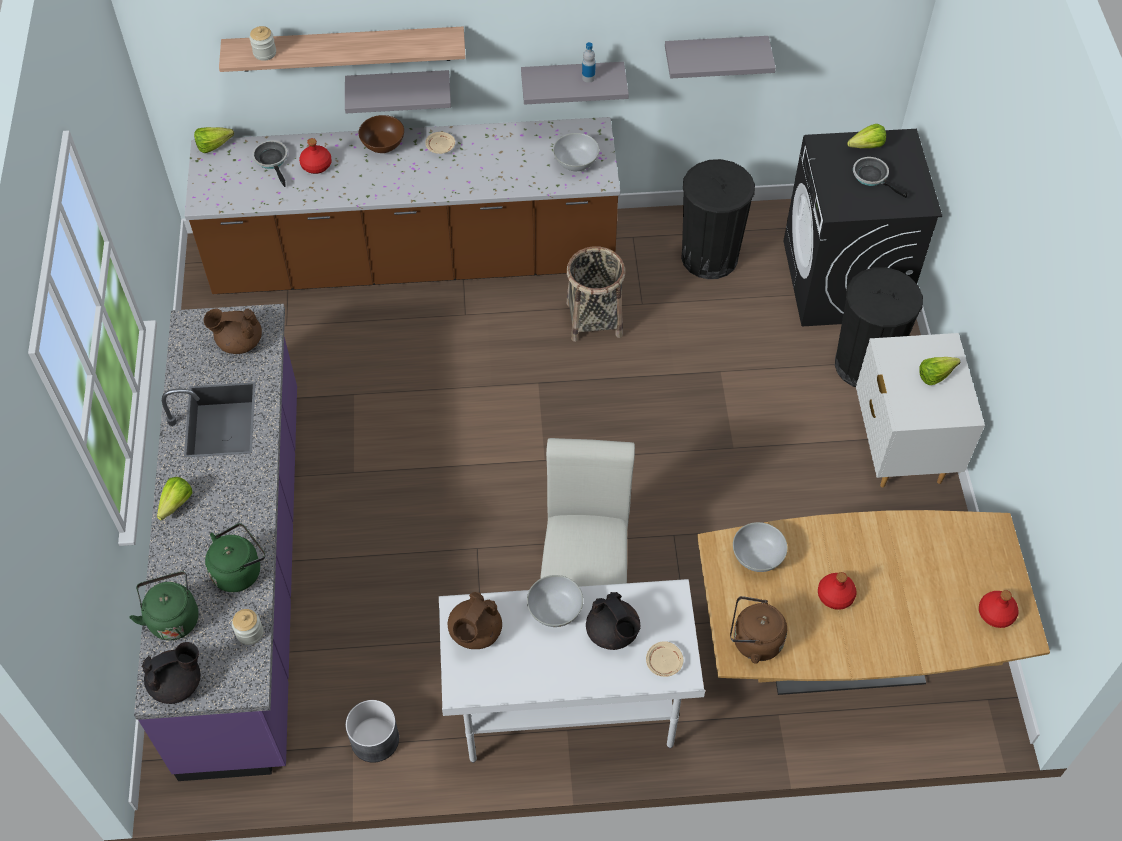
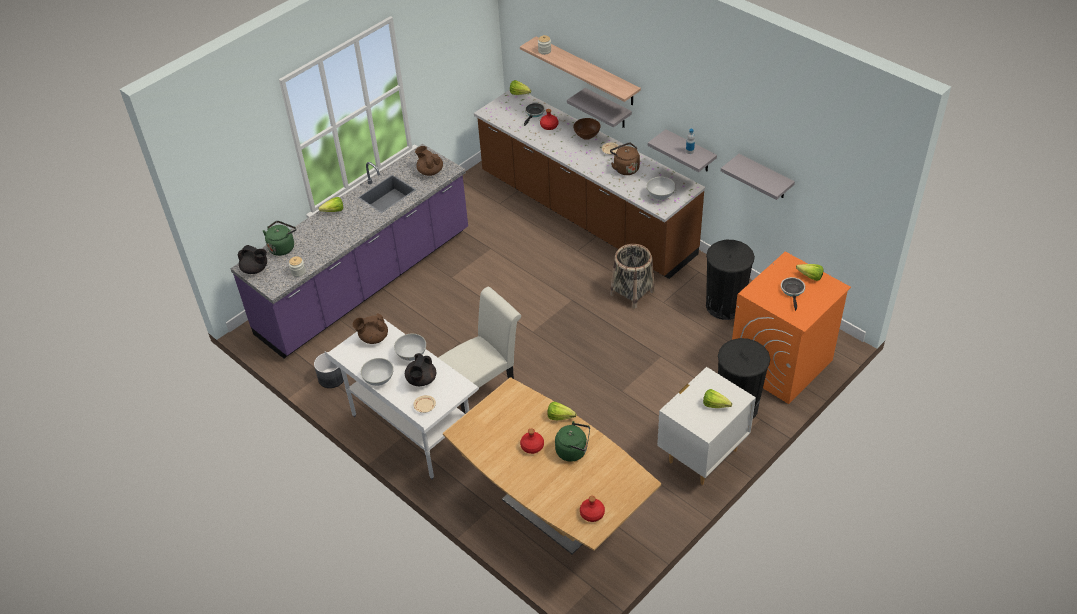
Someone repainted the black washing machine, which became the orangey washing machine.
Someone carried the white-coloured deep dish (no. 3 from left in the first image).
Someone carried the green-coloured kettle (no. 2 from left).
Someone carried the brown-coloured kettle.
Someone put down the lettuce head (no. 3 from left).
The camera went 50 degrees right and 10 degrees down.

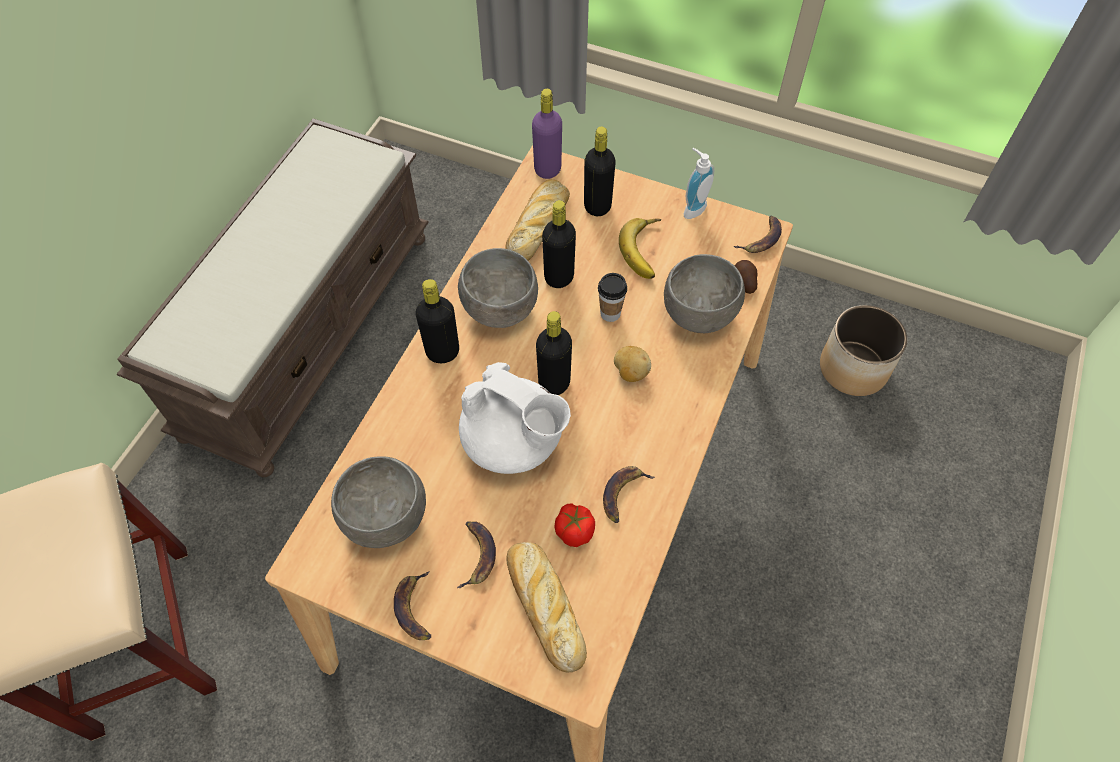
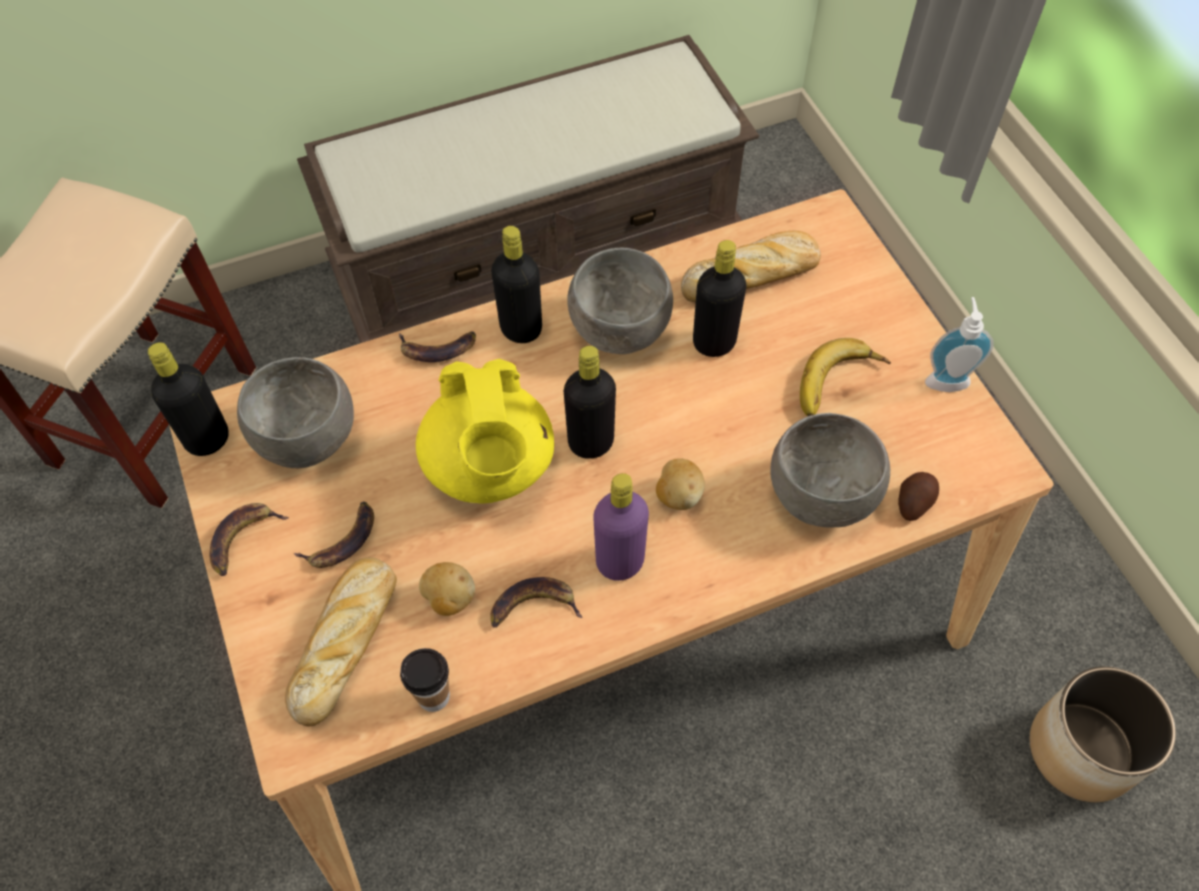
Someone carried the purple beverage bottle.
Someone carried the black beverage bottle (no. 4 from left in the first image).
Someone carried the whole banana (no. 5 from left in the first image).
Someone carried the drinking cup.
Someone repainted the white-coloured tea pot, which became the yellow-coloured tea pot.
Someone swapped the whole tomato for the potato (no. 1 from left).
The camera went 45 degrees right and 0 degrees up.

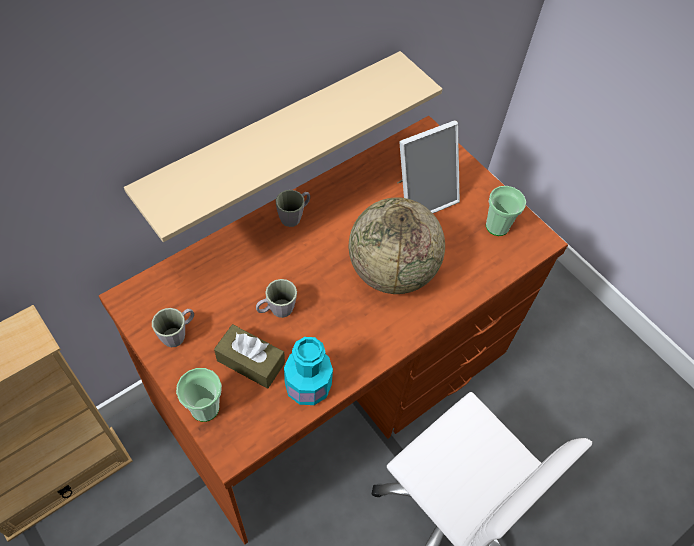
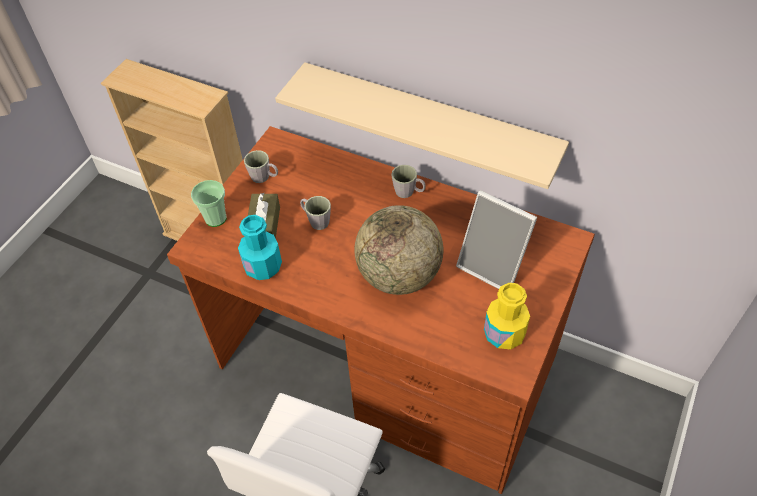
Someone swapped the drinking cup (no. 2 from left) for the yellow-coloured beverage bottle.
The camera went 70 degrees right and 5 degrees down.

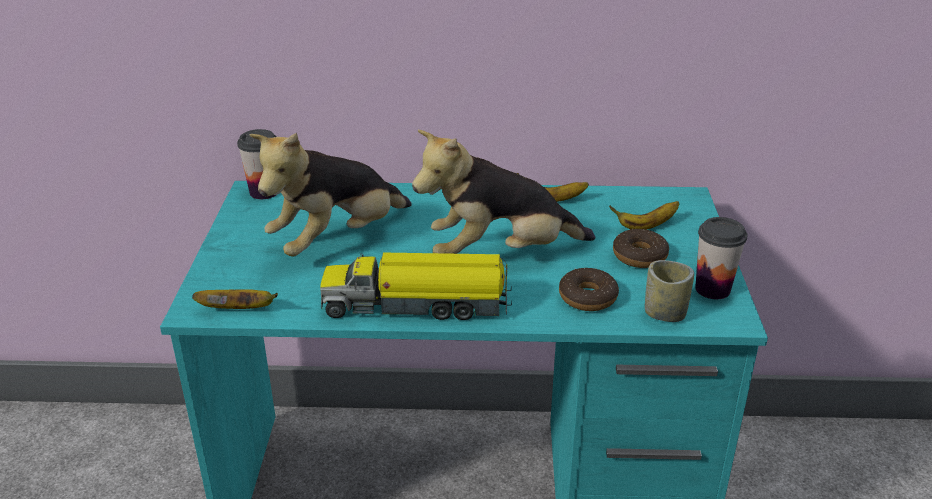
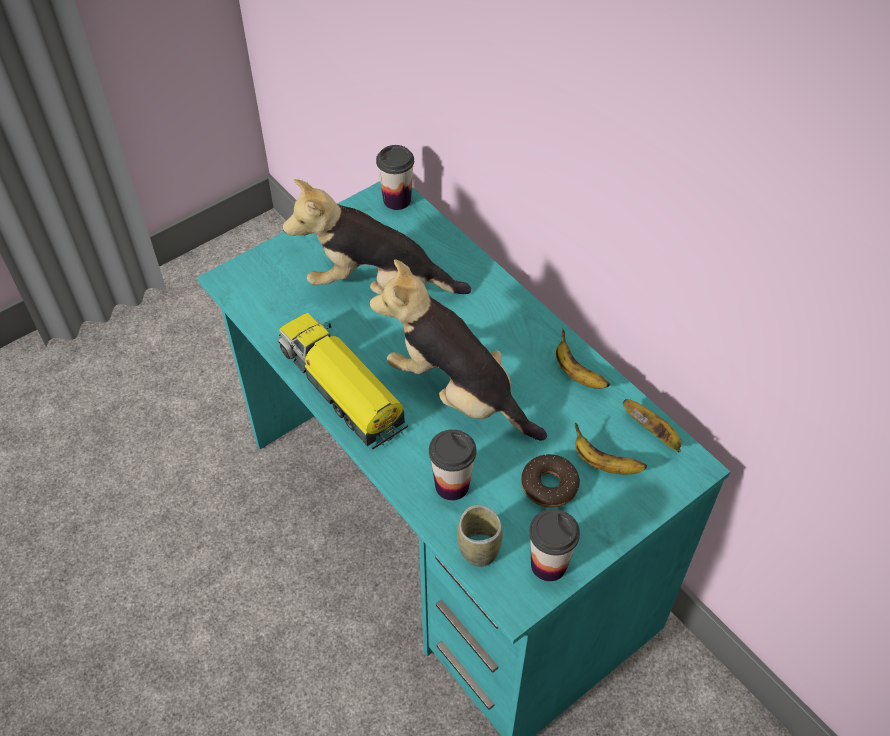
Someone swapped the doughnut (no. 1 from left) for the drinking cup (no. 2 from left).
Someone carried the whole banana (no. 1 from left in the first image).
The camera went 50 degrees right and 20 degrees up.

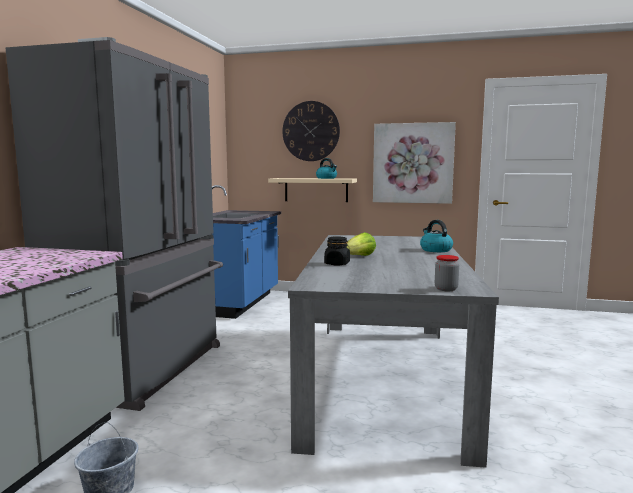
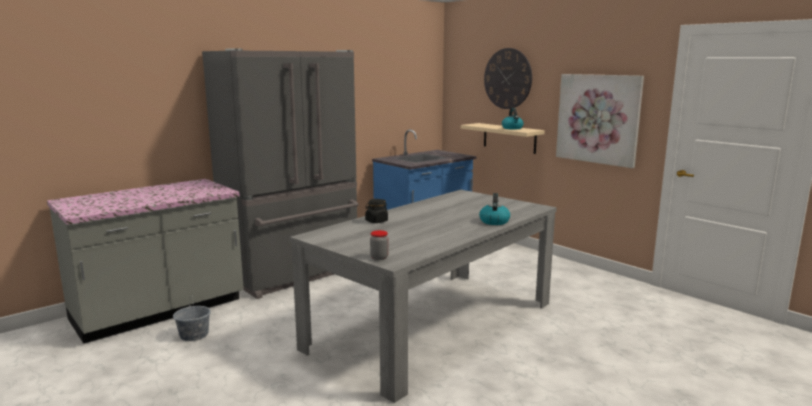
Someone took away the lettuce head.
The camera went 35 degrees right and 5 degrees up.

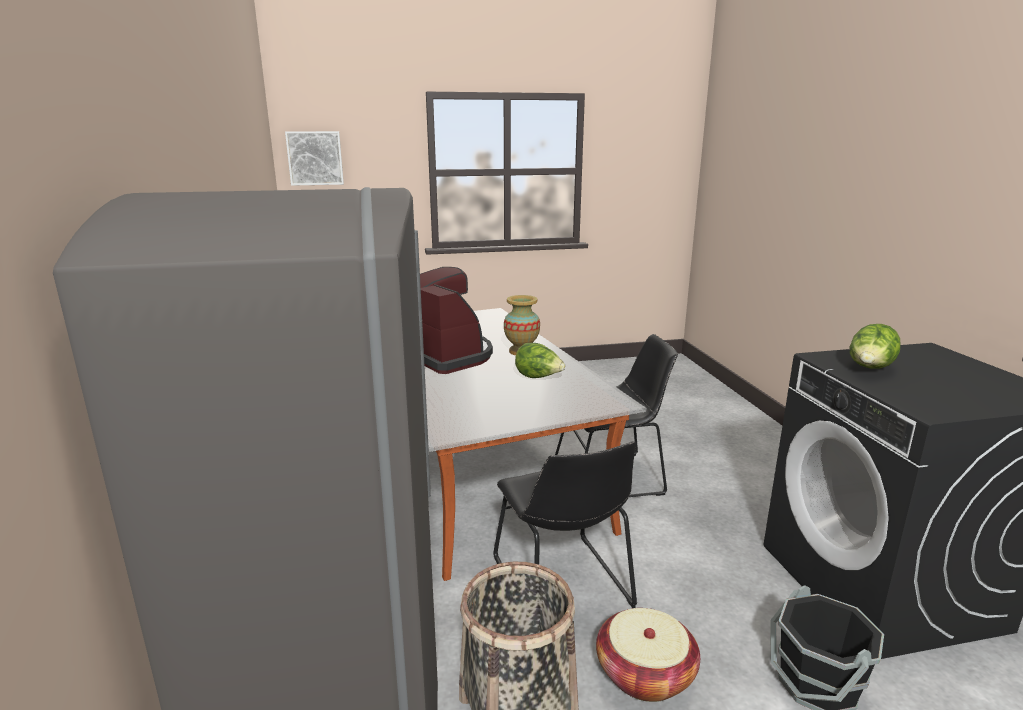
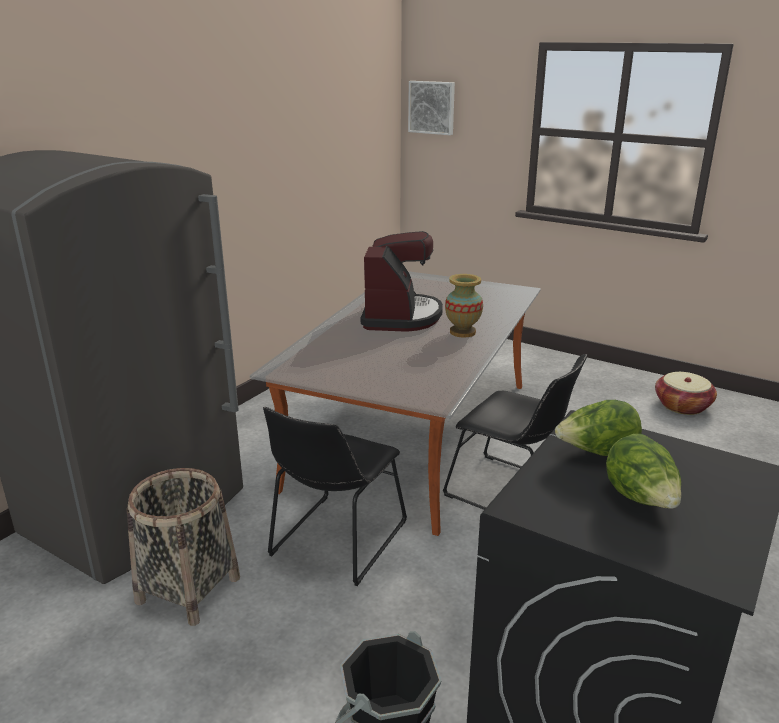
Someone carried the lettuce head (no. 1 from left in the first image).
Someone carried the storage basket (no. 2 from left).
The camera went 45 degrees right and 5 degrees up.

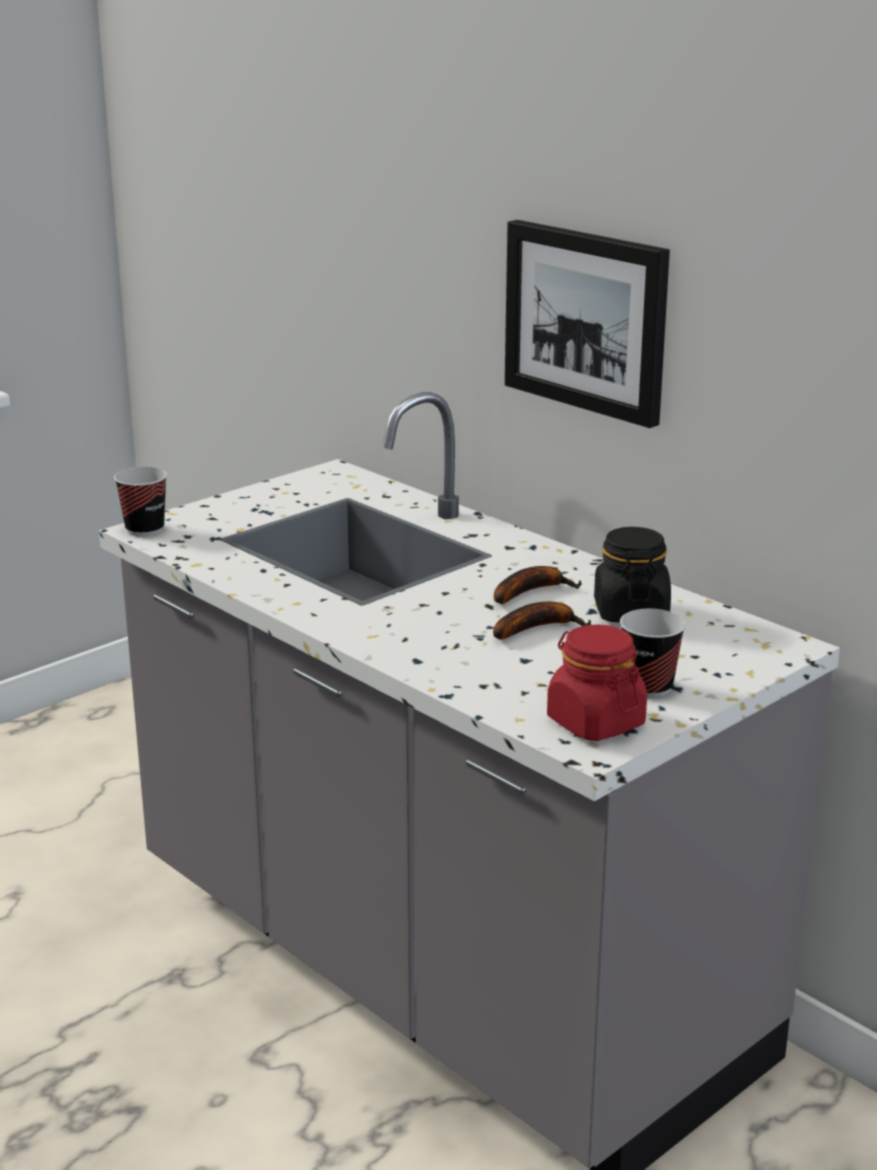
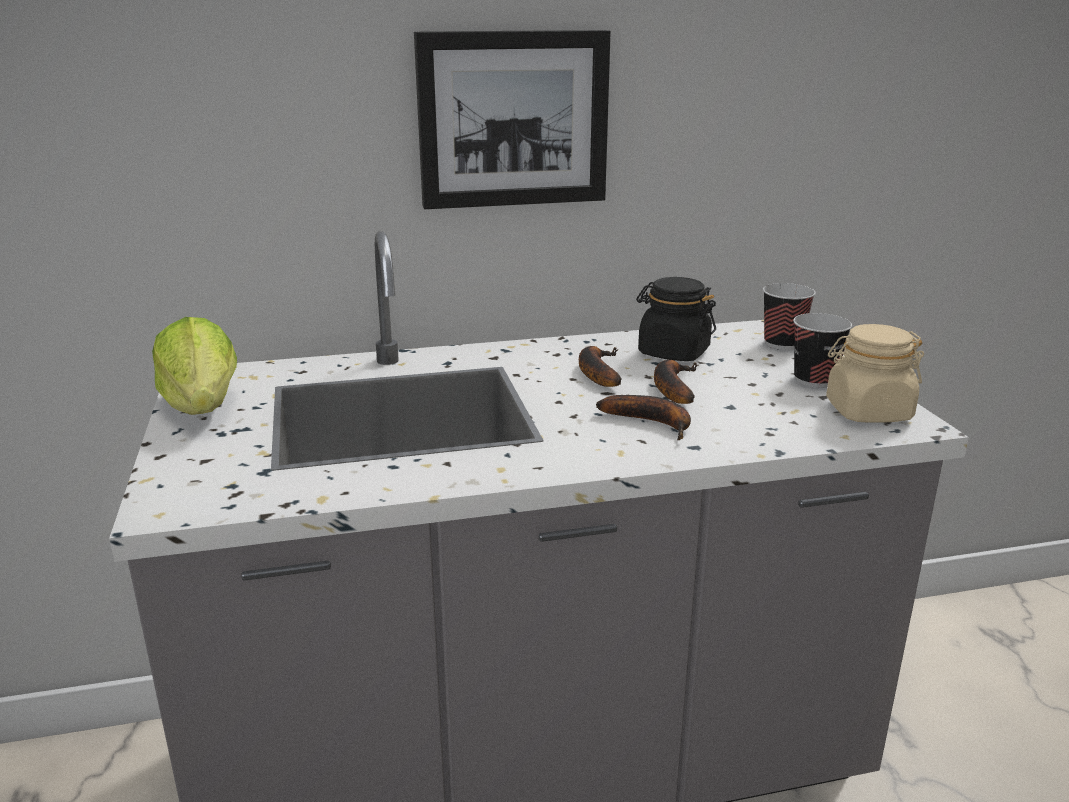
Someone carried the drinking cup (no. 1 from left).
Someone repainted the reddish jar, which became the sand-coloured jar.
Someone put down the lettuce head.
Someone put down the whole banana (no. 2 from left).
The camera went 60 degrees left and 0 degrees up.

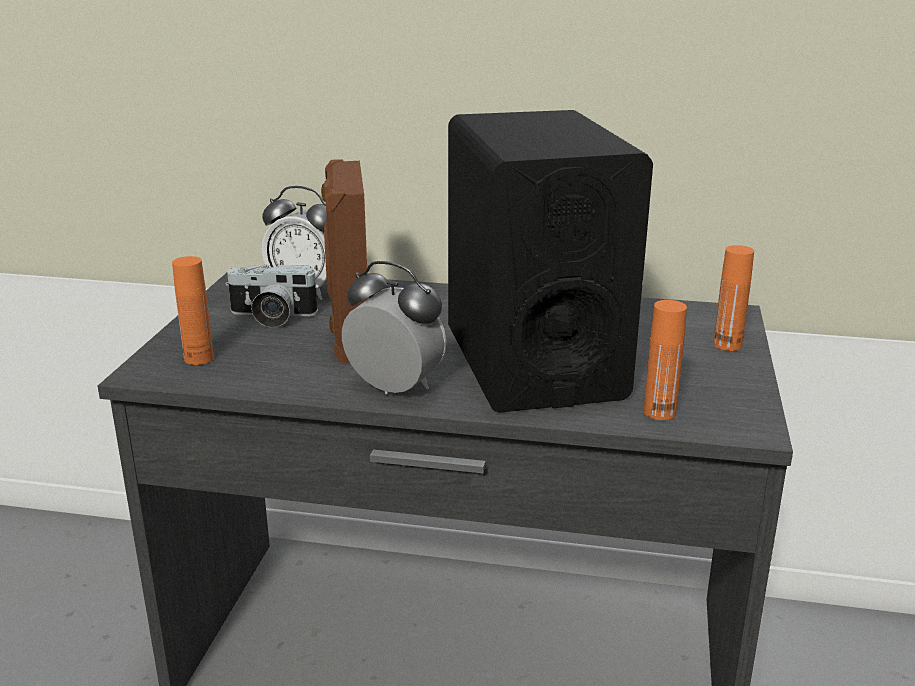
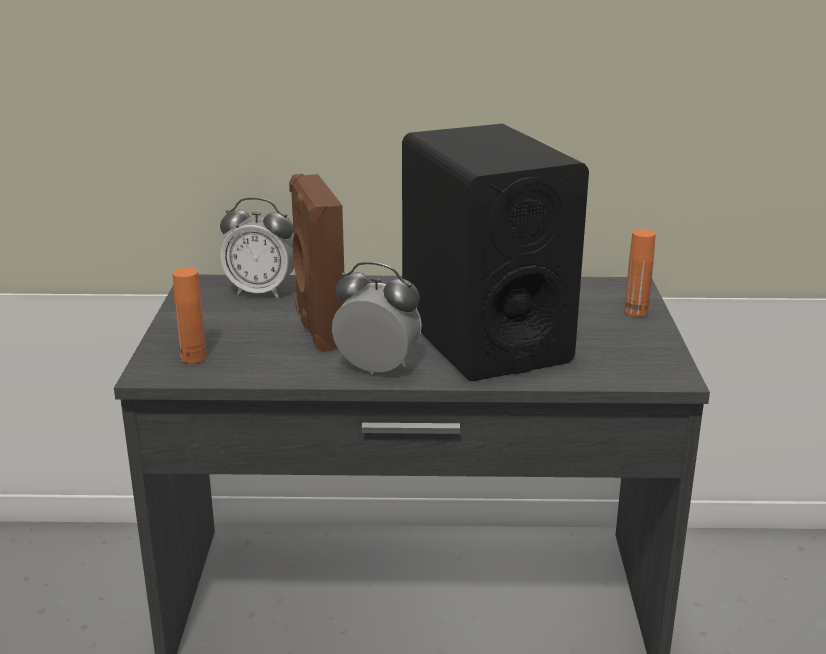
Someone took away the still camera.
Someone took away the orangey beverage bottle (no. 2 from left).
The camera went 10 degrees left and 0 degrees up.

